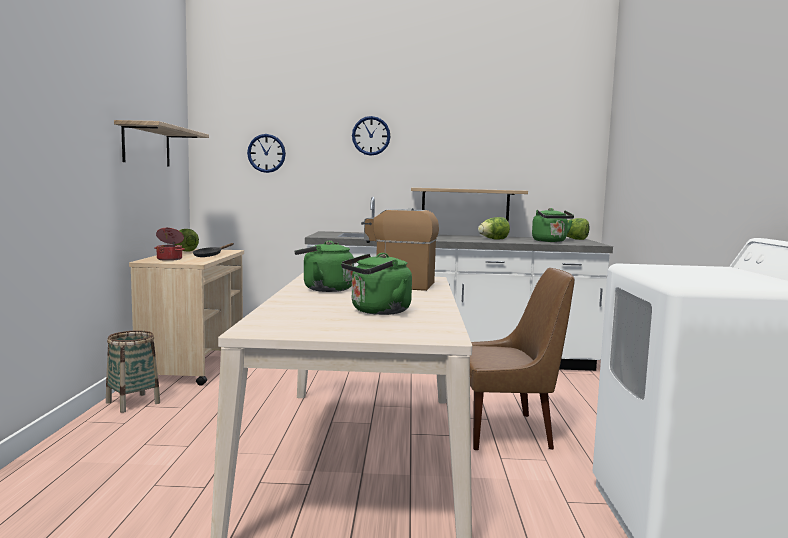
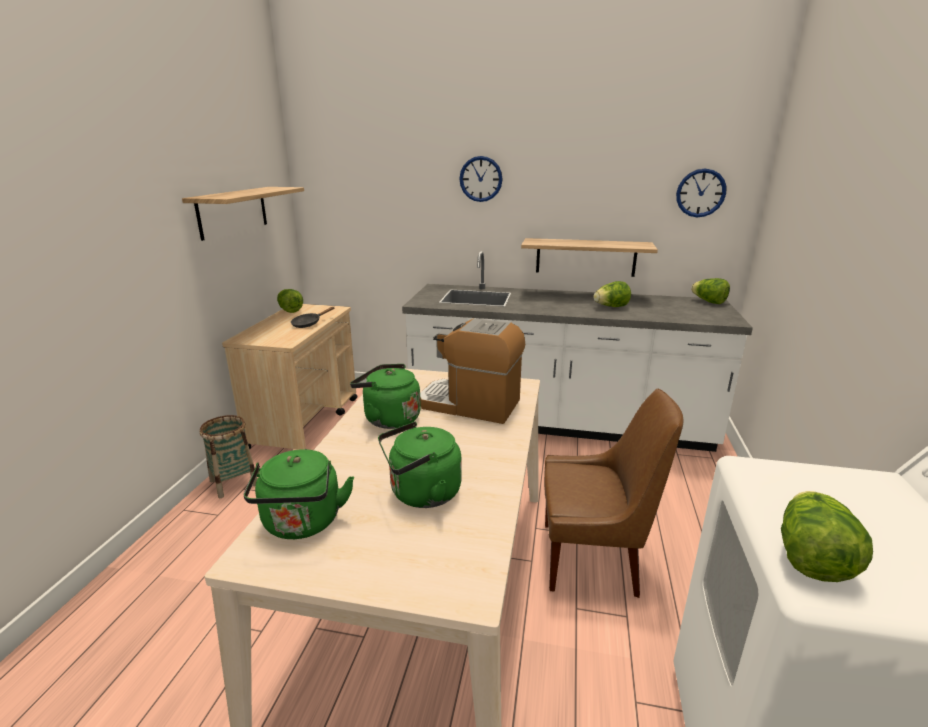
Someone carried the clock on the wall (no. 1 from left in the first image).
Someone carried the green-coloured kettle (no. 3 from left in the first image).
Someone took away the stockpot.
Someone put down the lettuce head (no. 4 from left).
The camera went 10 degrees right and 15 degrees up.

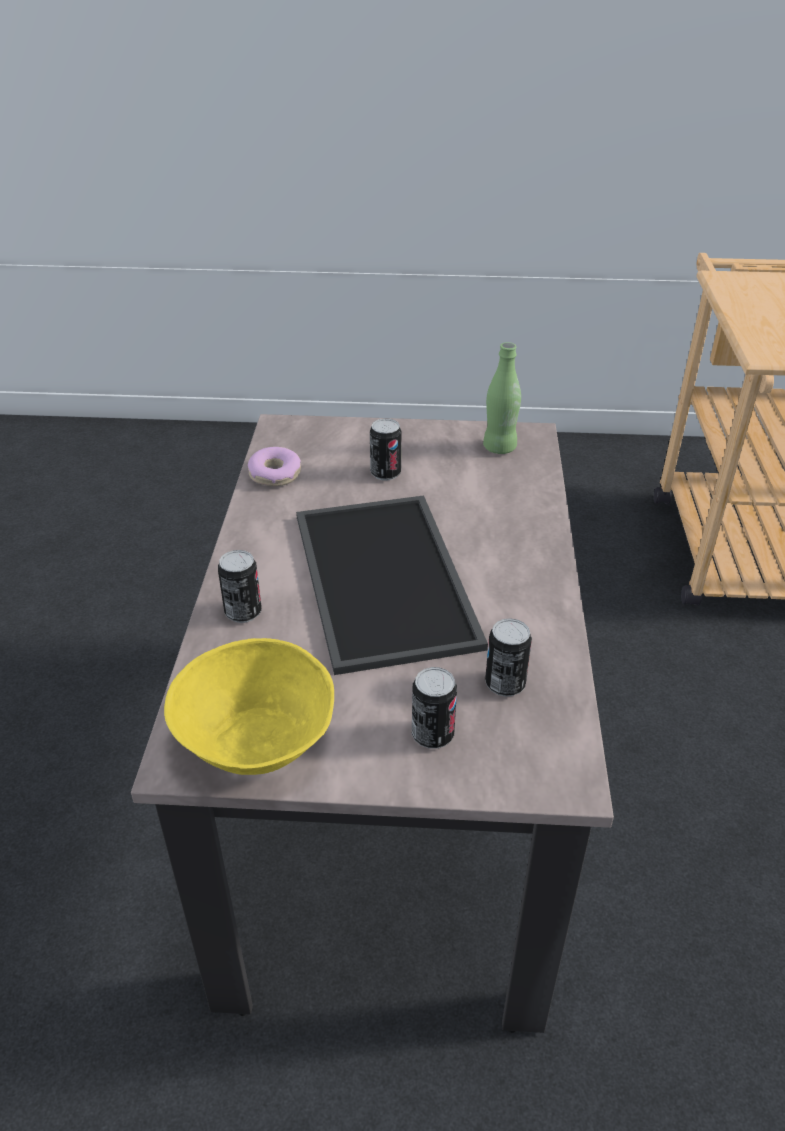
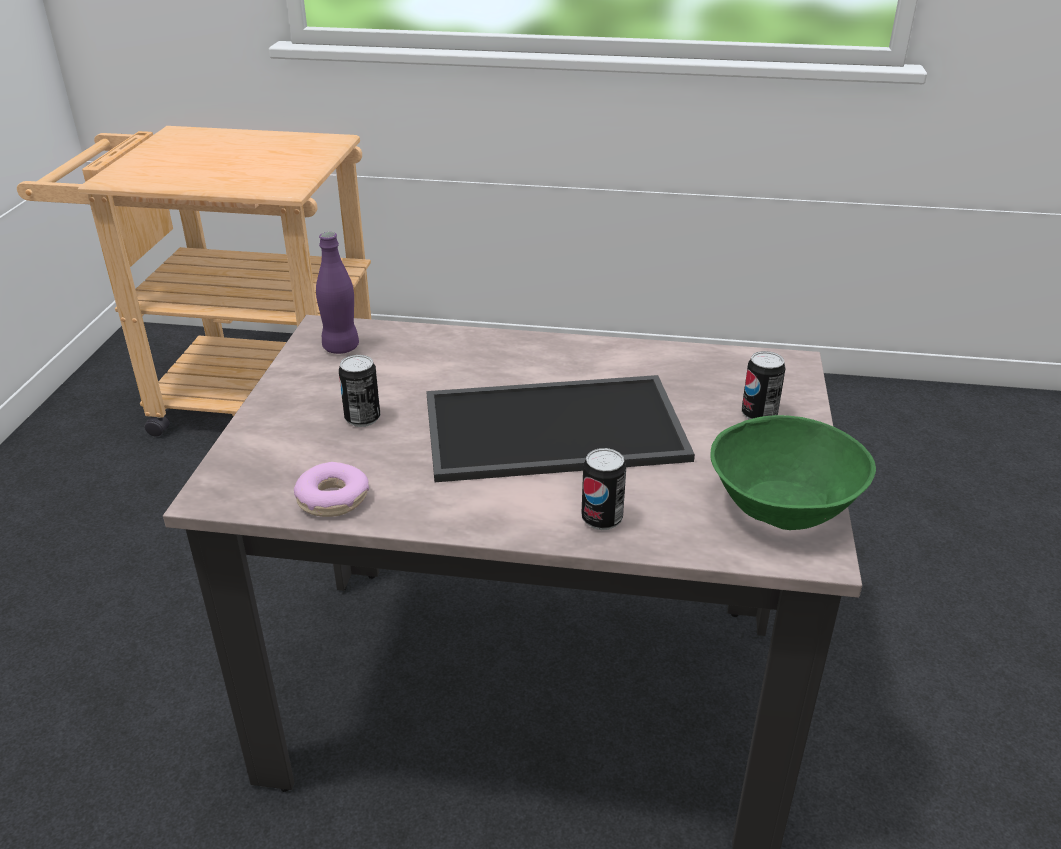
Someone repainted the green-coloured beverage bottle, which became the purple beverage bottle.
Someone took away the metal can (no. 4 from left).
Someone repainted the yellow-coloured deep dish, which became the green-coloured deep dish.
The camera went 85 degrees left and 5 degrees down.

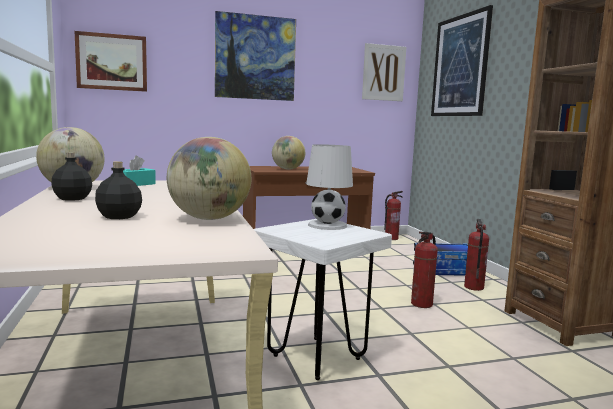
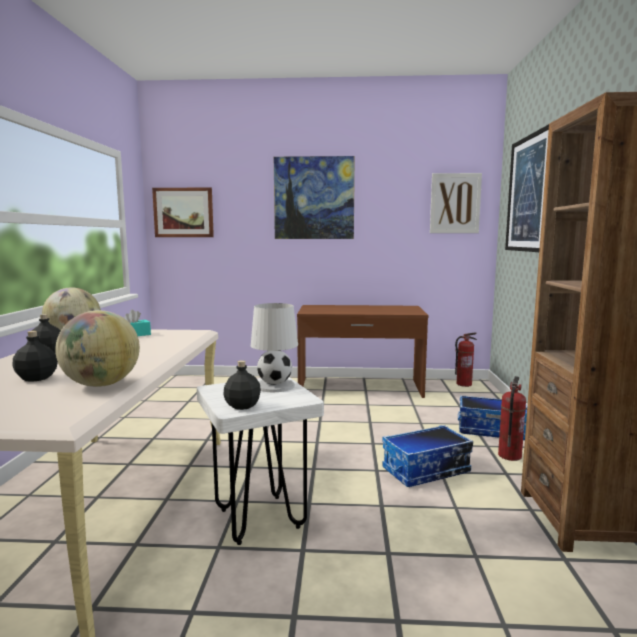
Someone took away the world globe (no. 3 from left).
Someone swapped the fire-fighting cylinder (no. 2 from left) for the storage container (no. 1 from left).
Someone put down the black beverage bottle (no. 3 from left).
The camera went 20 degrees right and 0 degrees up.

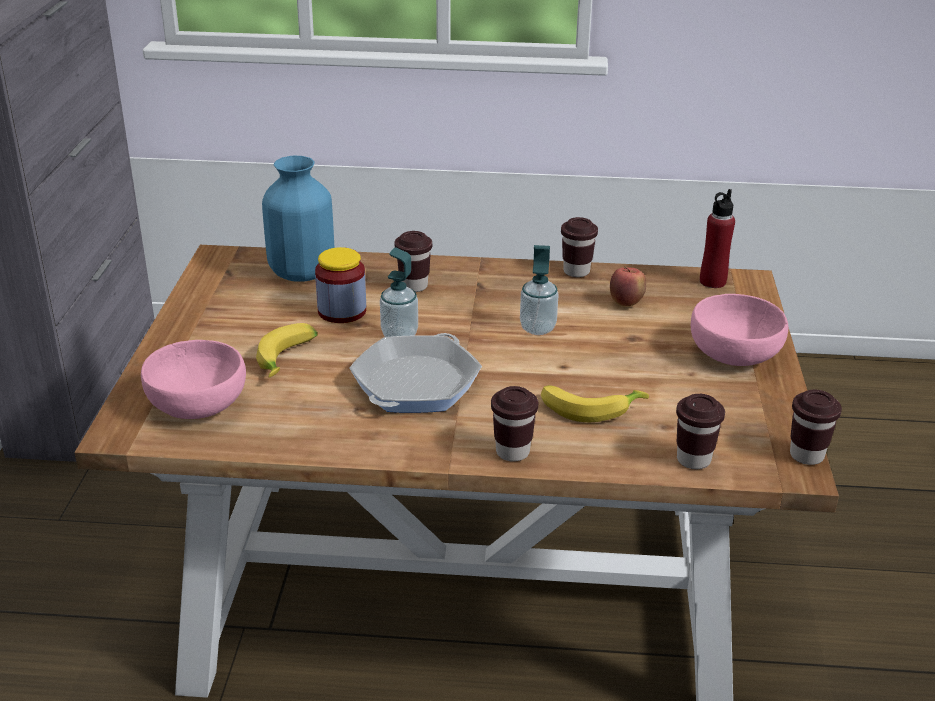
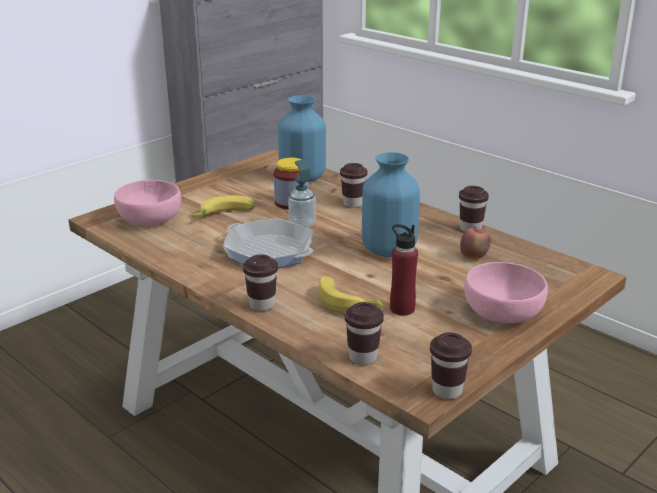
Someone carried the reddish beverage bottle.
Someone swapped the liquid soap bottle (no. 2 from left) for the blue-coloured decorative vase (no. 2 from left).
Someone rotated the frying pan by 60 degrees clockwise.
The camera went 40 degrees right and 5 degrees down.

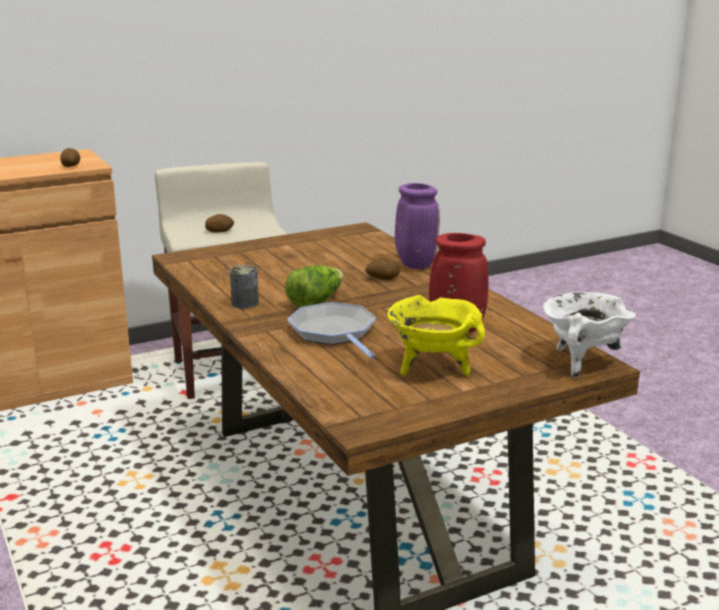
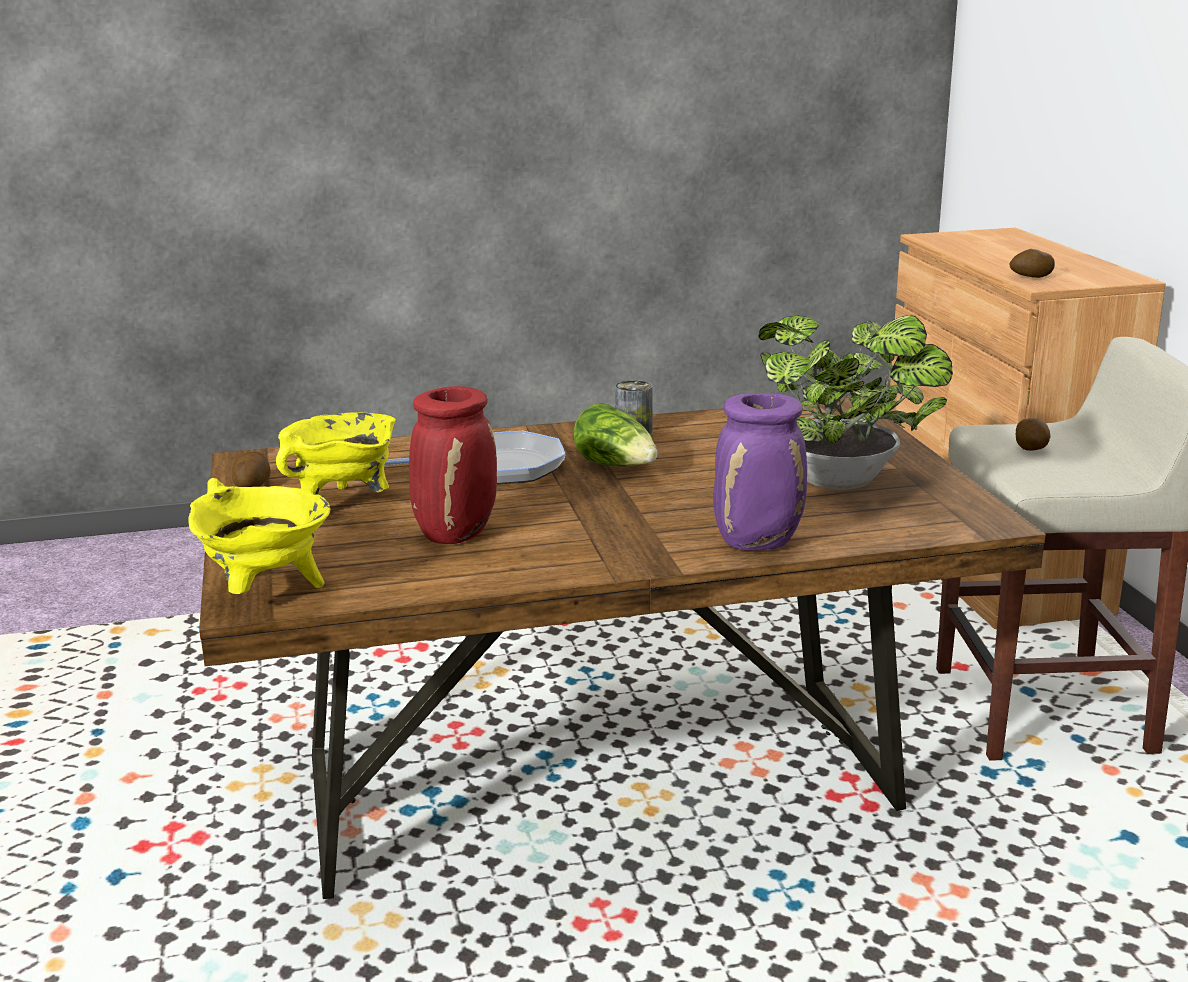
Someone carried the potato (no. 3 from left in the first image).
Someone repainted the white-coloured stockpot, which became the yellow-coloured stockpot (no. 1 from left).
Someone put down the potted plant.
The camera went 105 degrees right and 0 degrees up.

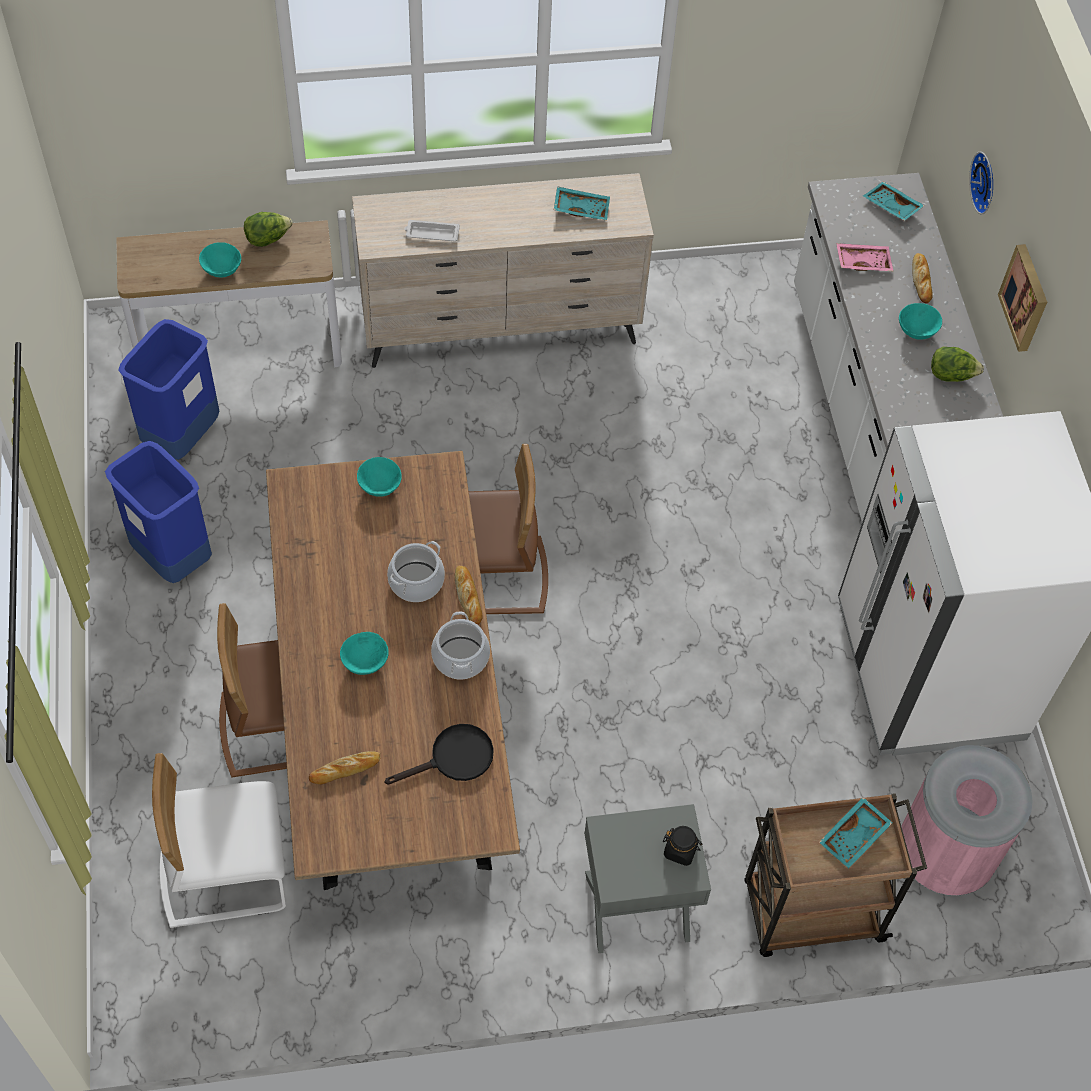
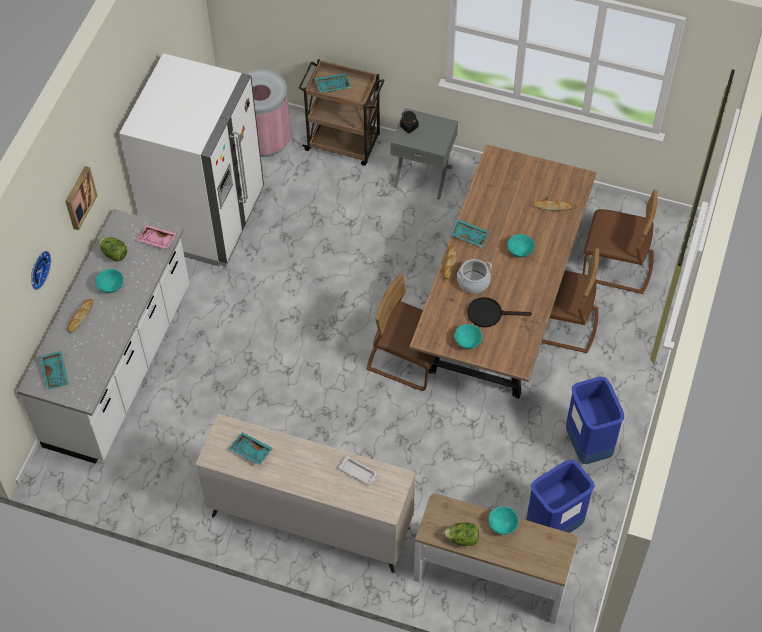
Someone carried the pinkish serving tray.
Someone swapped the stockpot (no. 2 from left) for the turquoise serving tray (no. 4 from left).
Someone carried the black frying pan.
Someone repainted the white-coloured upright chair, which became the brown-coloured upright chair (no. 3 from left).
The camera went 150 degrees left and 0 degrees up.

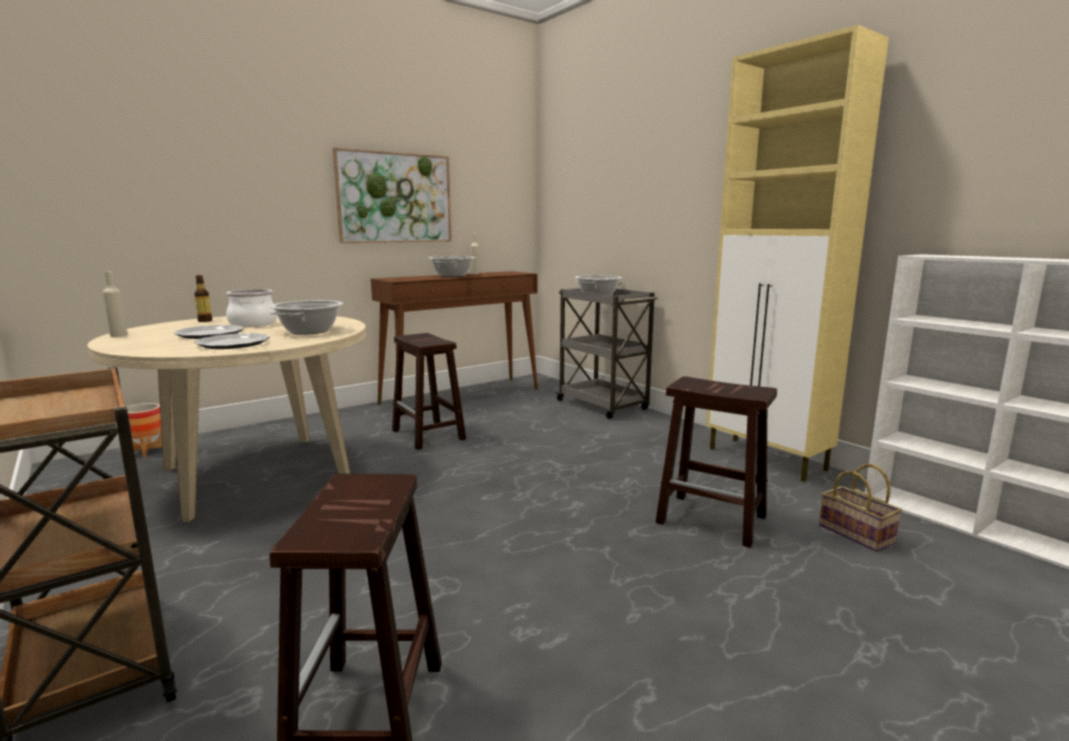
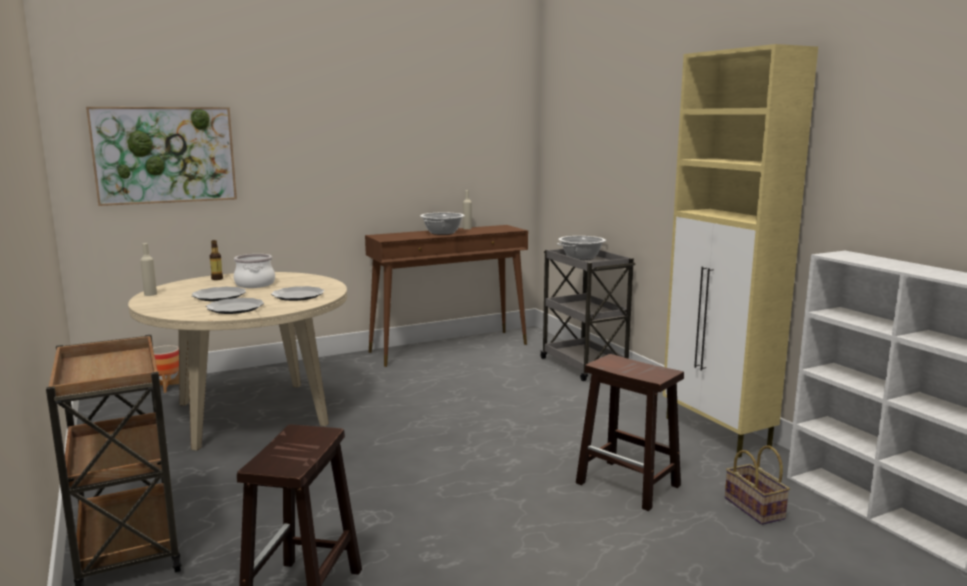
Someone carried the wall art.
Someone swapped the stockpot (no. 2 from left) for the flat dish (no. 3 from left).
Someone took away the brown-coloured stool seat (no. 2 from left).
The camera went 10 degrees right and 0 degrees up.

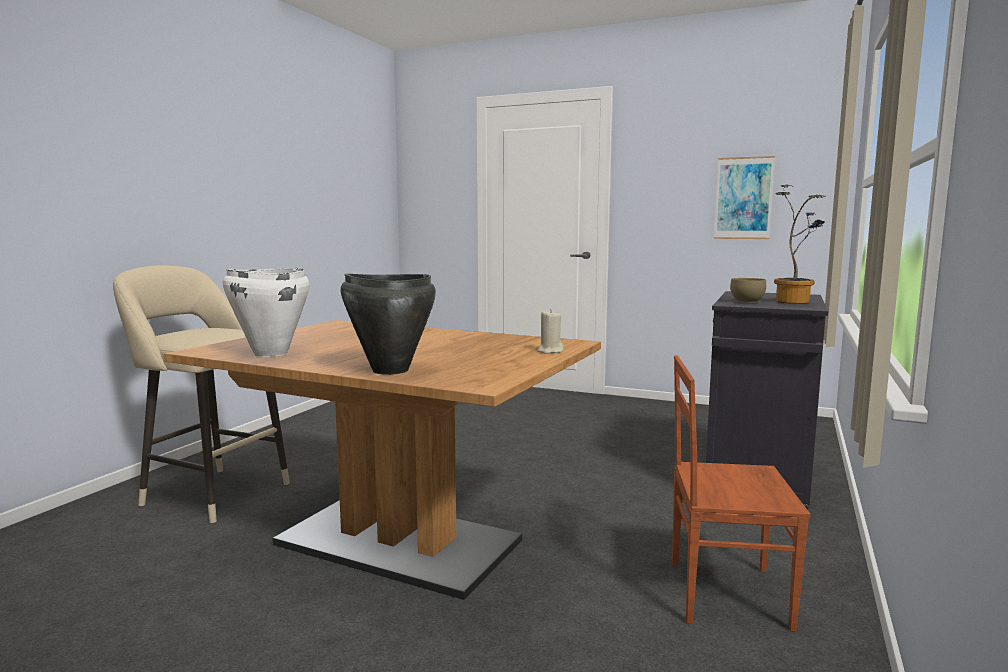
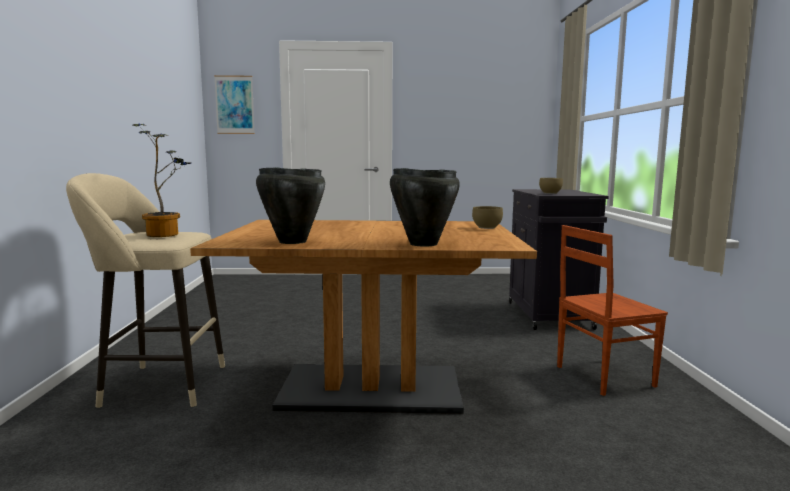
Someone carried the wall art.
Someone carried the potted plant.
Someone repainted the white-coloured stockpot, which became the black stockpot (no. 1 from left).
Someone swapped the sand-coloured wax light for the brown-coloured deep dish (no. 1 from left).
The camera went 25 degrees left and 0 degrees up.

